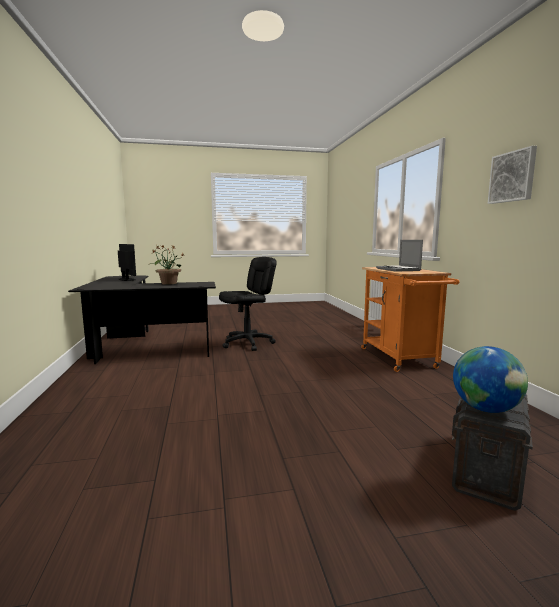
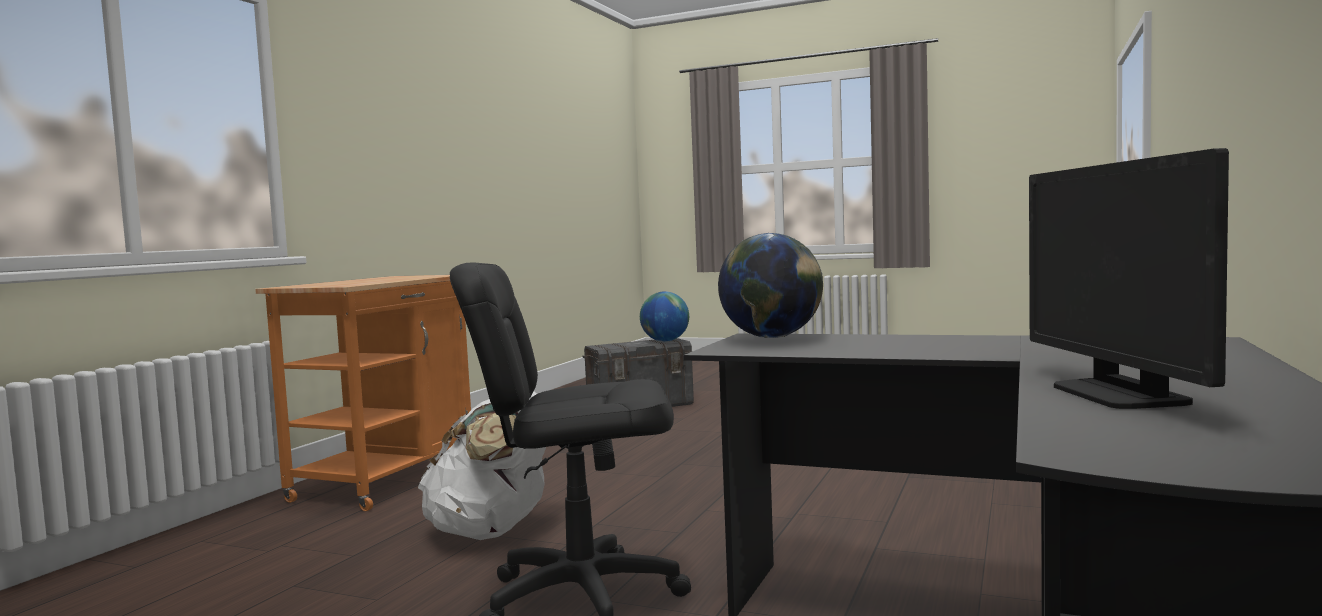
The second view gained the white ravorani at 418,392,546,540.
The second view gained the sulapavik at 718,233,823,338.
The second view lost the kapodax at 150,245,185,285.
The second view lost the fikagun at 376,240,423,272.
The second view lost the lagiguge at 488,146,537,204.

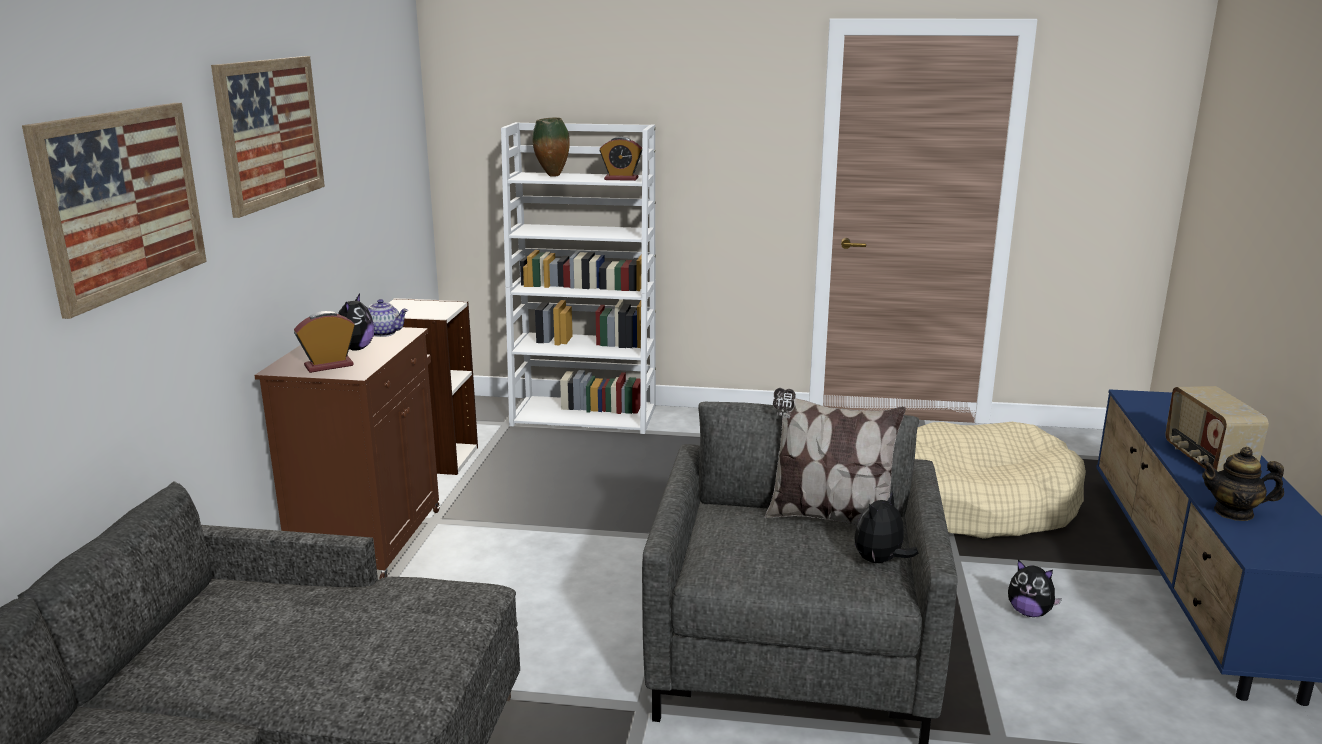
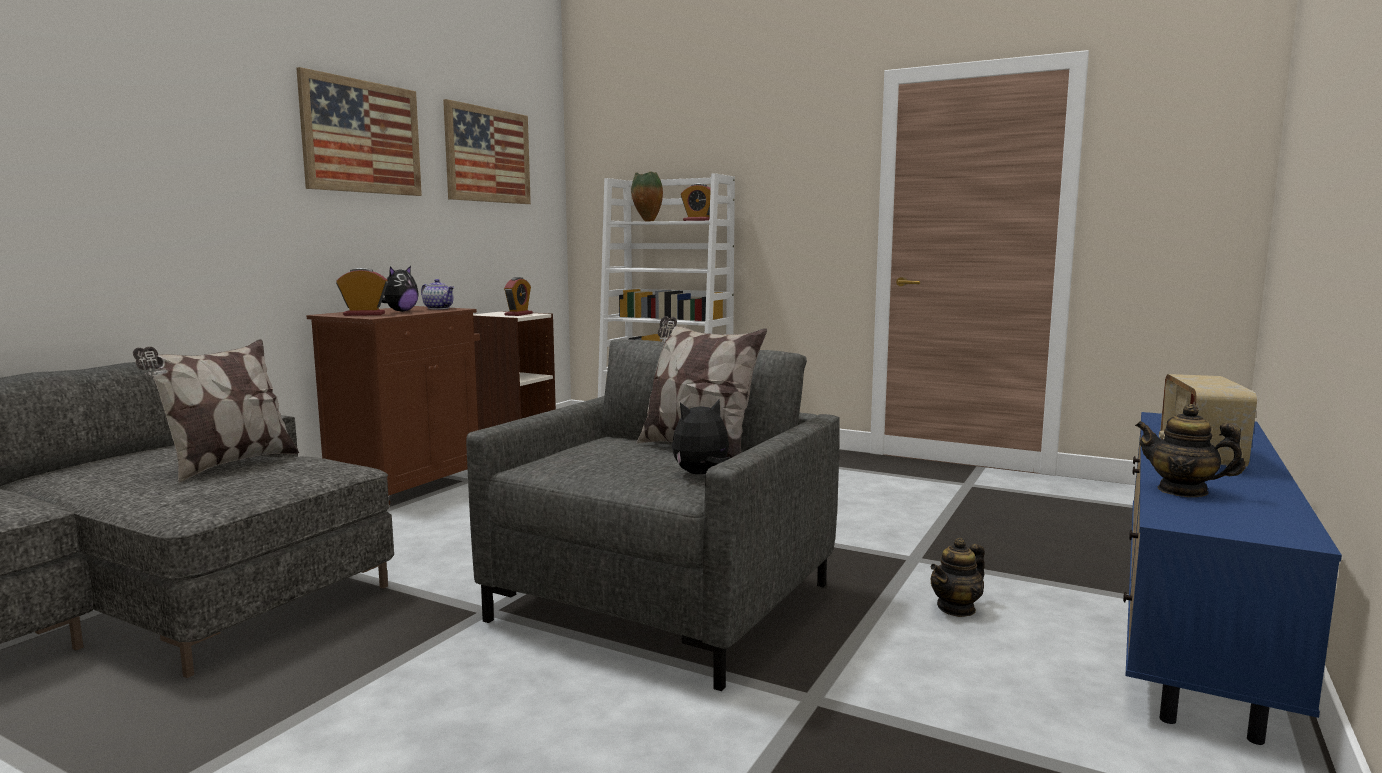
The second view gained the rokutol at 133,339,299,483.
The lagiguge ended up elsewhere, having gone from 22,103,207,319 to 443,99,531,204.
The second view gained the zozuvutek at 504,277,533,316.
Where the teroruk stood at 1008,560,1062,617, the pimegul came to stand at 930,537,985,617.
The second view lost the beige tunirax at 915,422,1086,539.

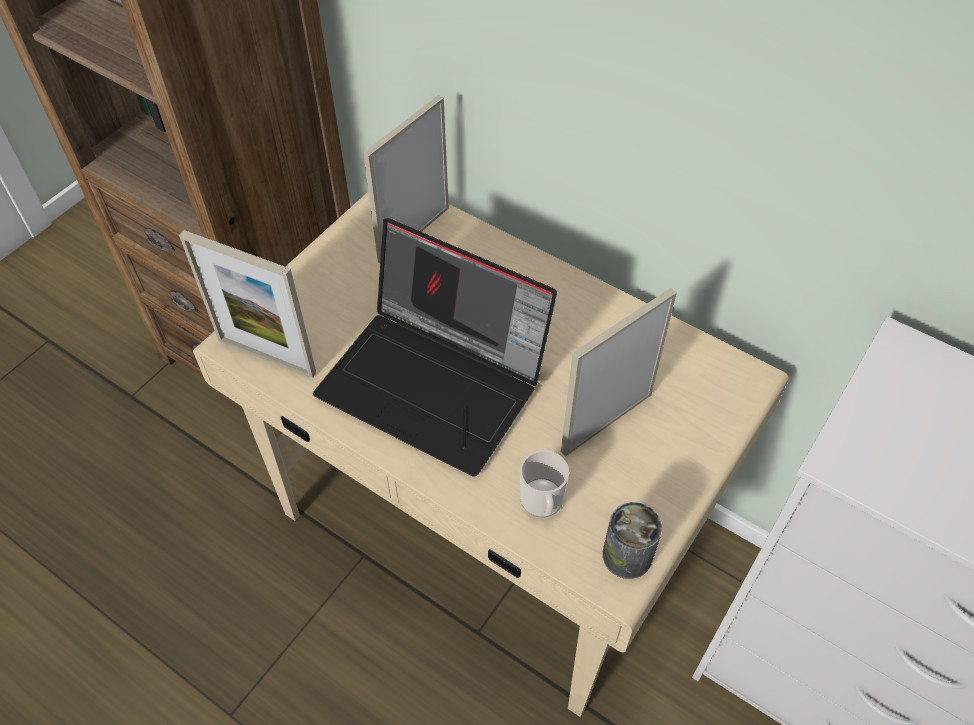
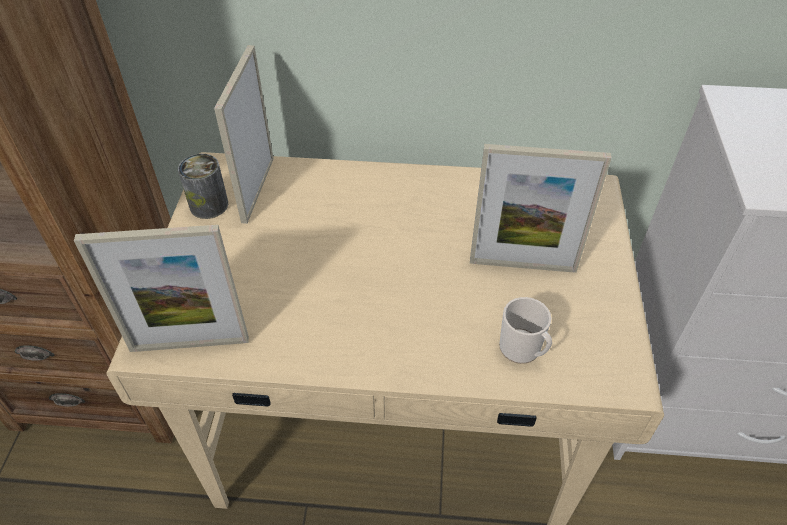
The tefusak ended up elsewhere, having gone from 603,502,662,579 to 178,154,228,219.
The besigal at 561,288,677,457 ended up facing another way, 105 degrees counterclockwise from before.
The second view lost the fikagun at 313,218,557,477.

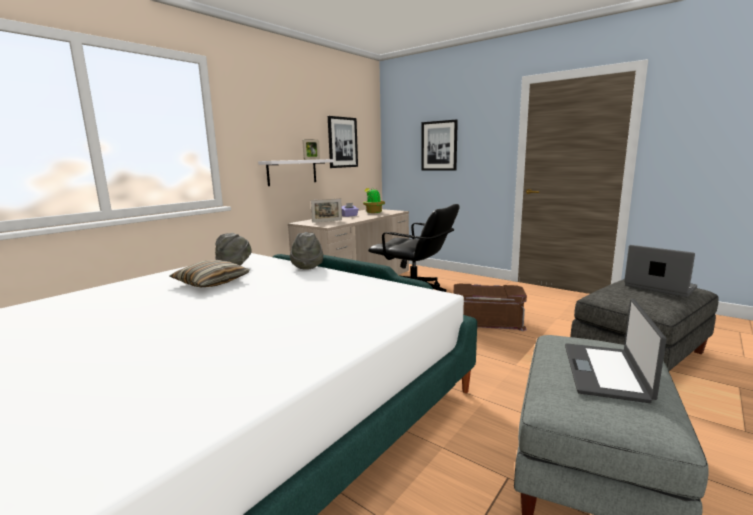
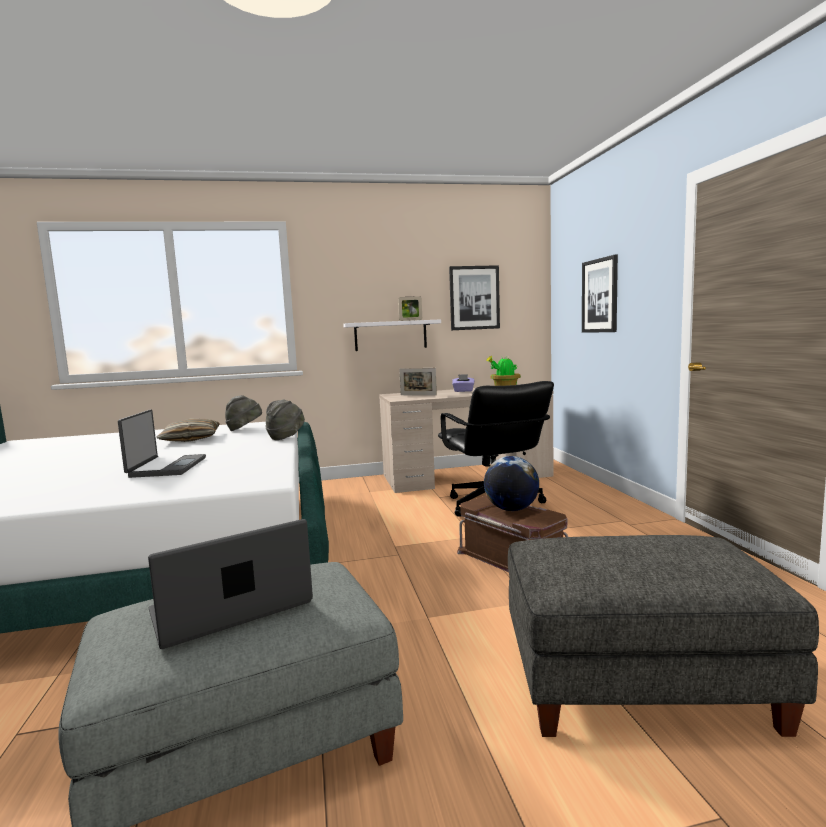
The fikagun ended up elsewhere, having gone from 624,245,697,297 to 118,410,206,478.
The second view gained the sulapavik at 484,456,539,511.

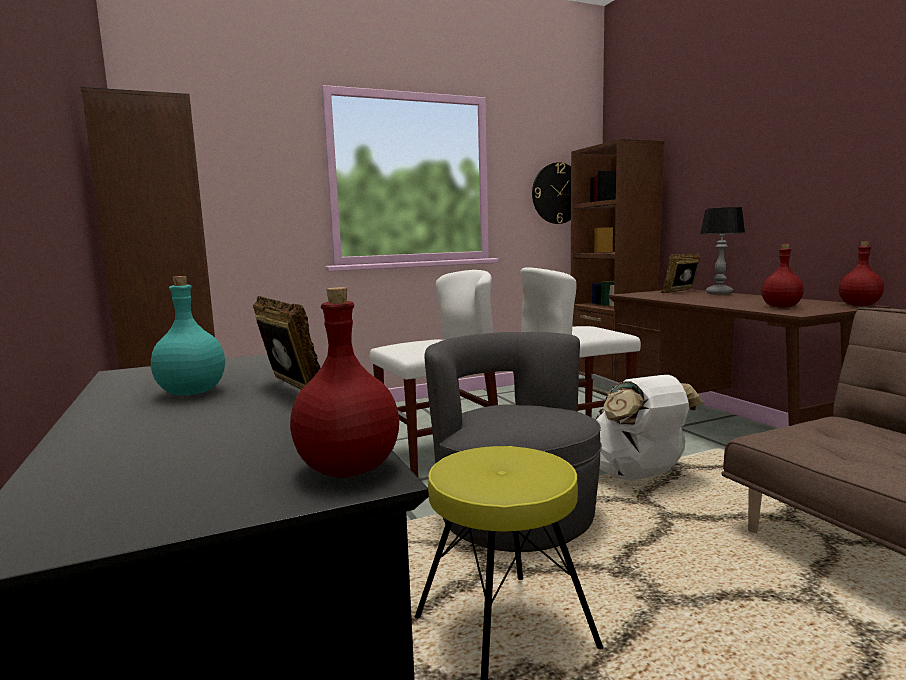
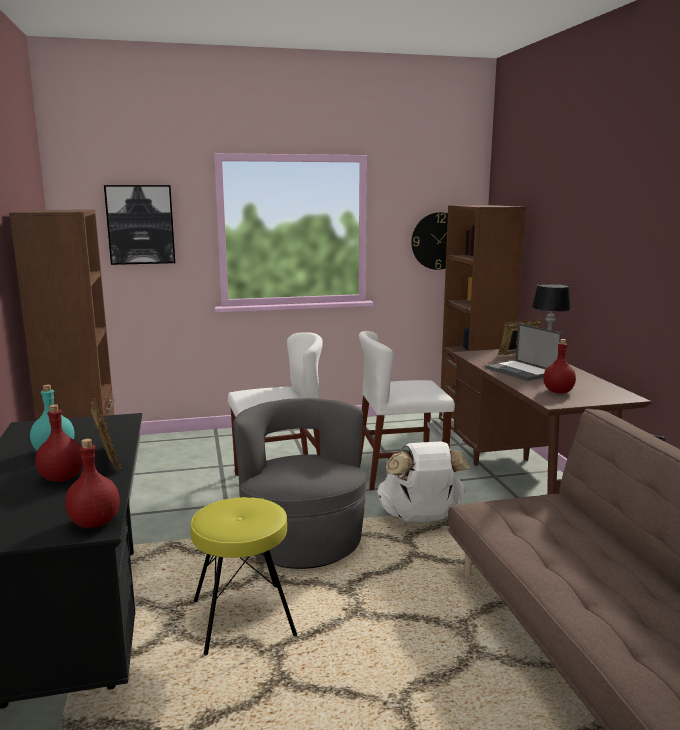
The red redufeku ended up elsewhere, having gone from 839,241,884,306 to 35,404,83,482.
The second view gained the lagiguge at 104,185,175,265.
The second view gained the fikagun at 485,323,562,381.

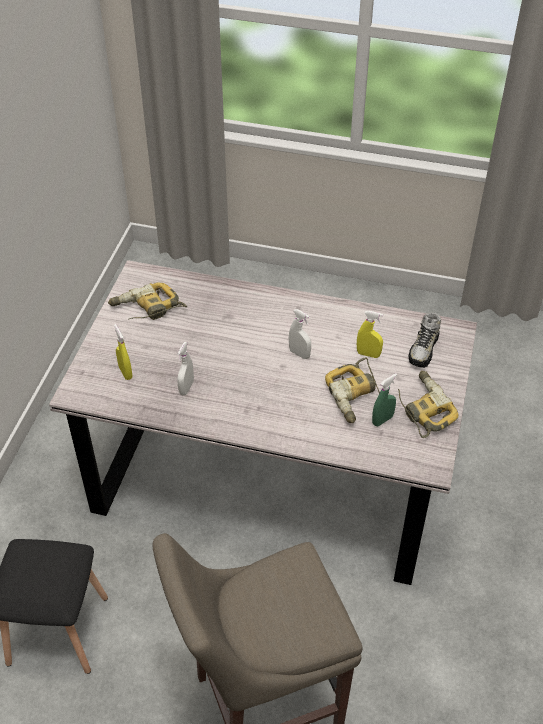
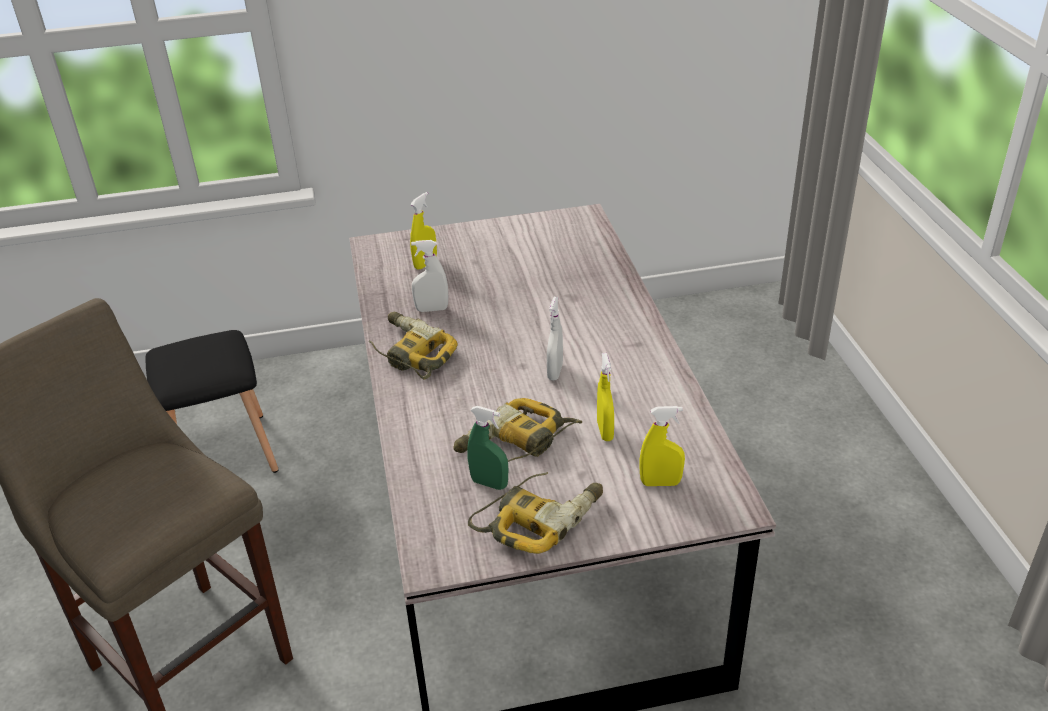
The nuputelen ended up elsewhere, having gone from 108,282,187,320 to 369,312,458,380.
Where the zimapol stood at 409,313,441,368, the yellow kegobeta came to stand at 639,406,685,486.

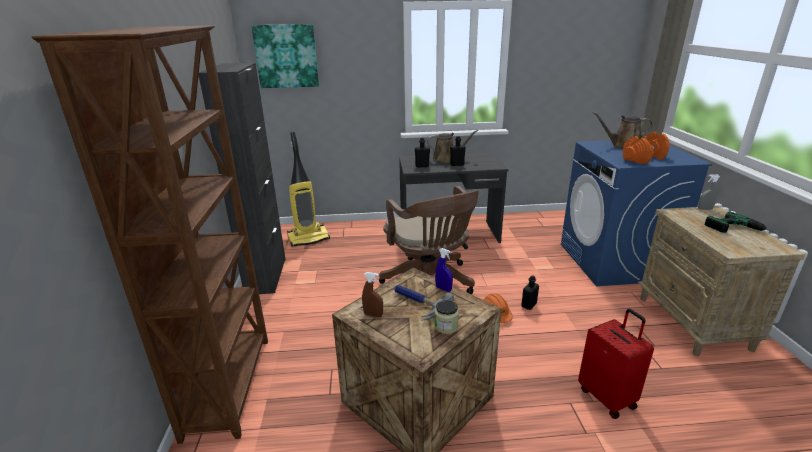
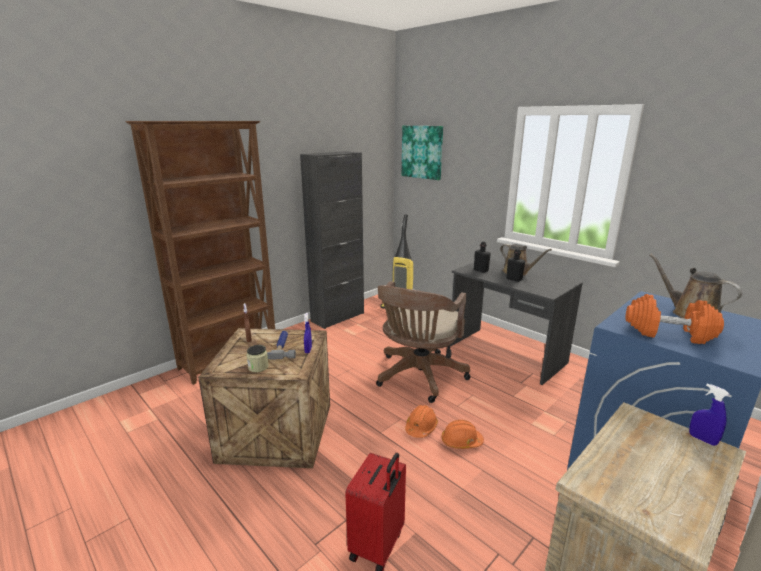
Where the black redufeku stood at 521,275,539,310, the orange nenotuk came to stand at 441,420,484,449.
What was the grey kegobeta at 698,175,720,210 turned into the blue kegobeta at 689,383,729,446.
The second view lost the nuputelen at 704,211,775,233.

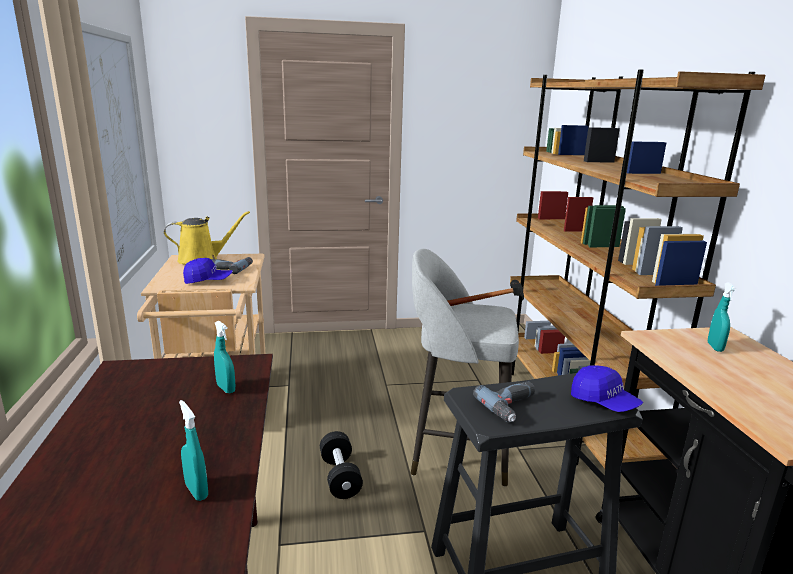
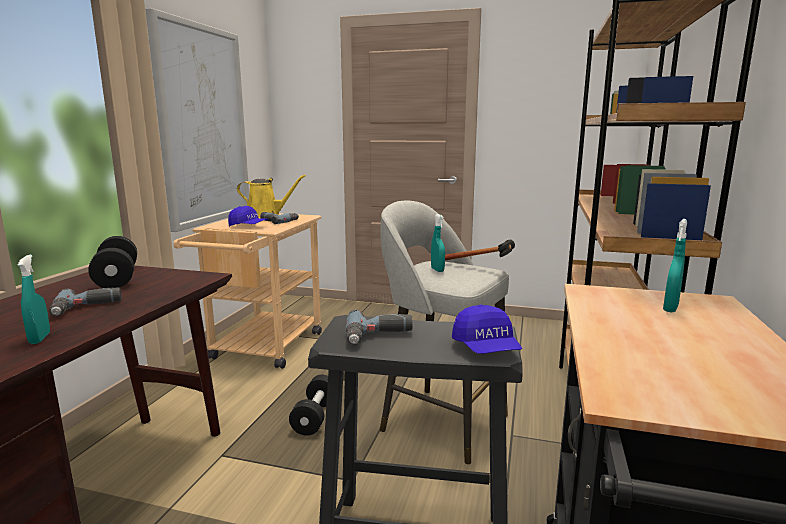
The second view gained the nuputelen at 49,288,122,316.
The second view gained the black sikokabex at 88,236,137,288.
The turquoise kegobeta ended up elsewhere, having gone from 214,321,235,393 to 431,214,445,272.

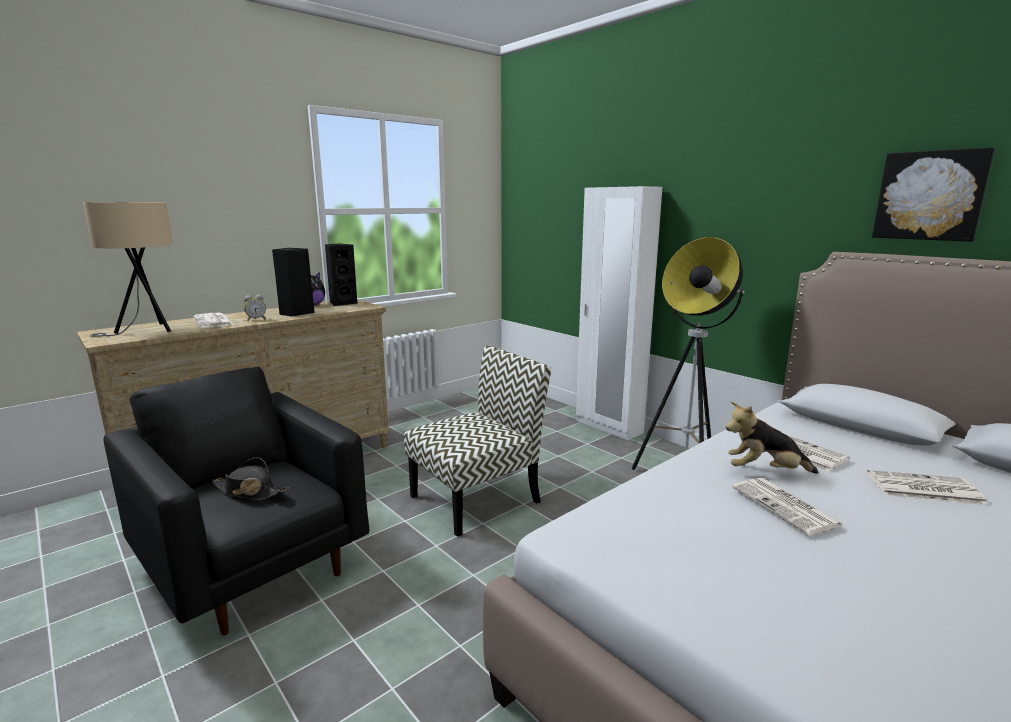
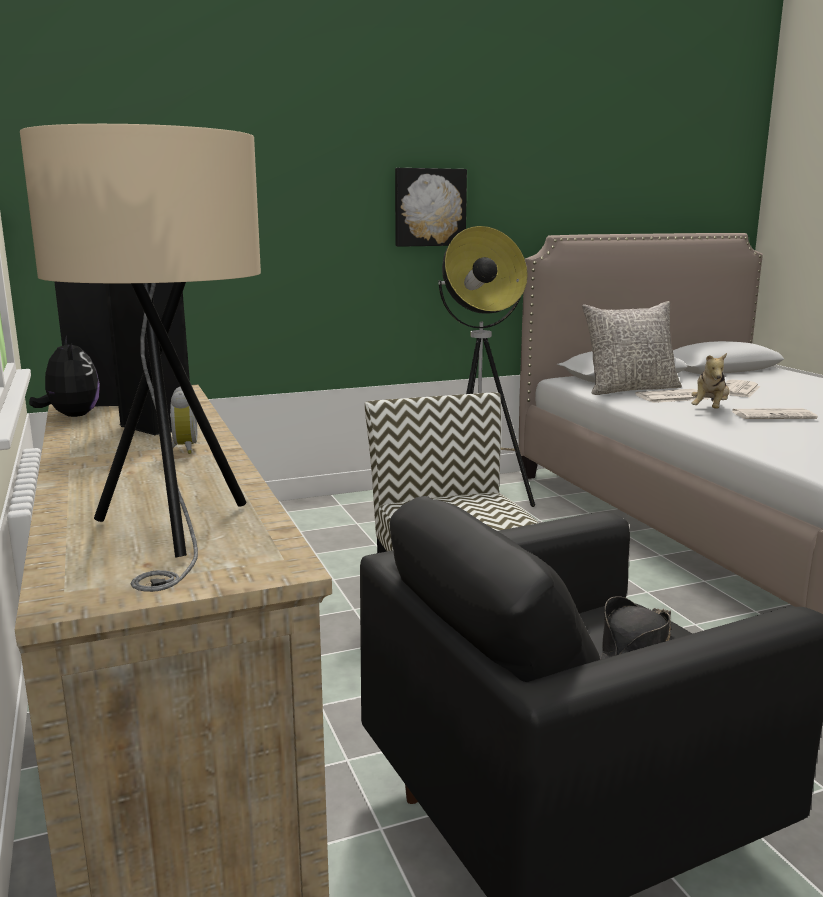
The lagiguge ended up elsewhere, having gone from 872,148,995,242 to 395,168,467,247.
The second view gained the grey rokutol at 582,301,682,395.
The second view lost the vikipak at 194,313,233,328.
The second view lost the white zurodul at 576,186,662,441.

